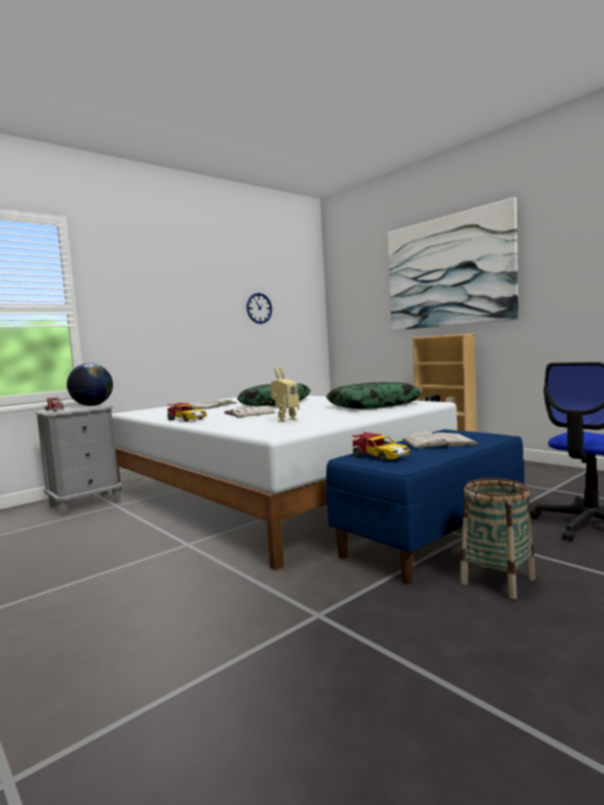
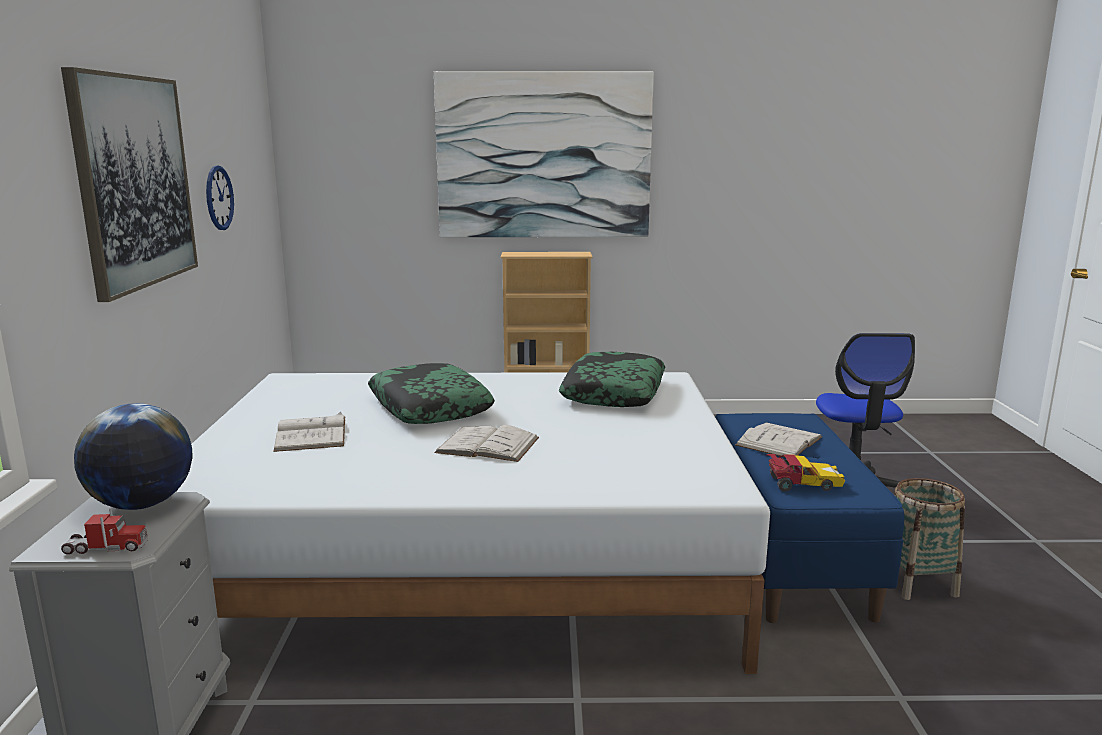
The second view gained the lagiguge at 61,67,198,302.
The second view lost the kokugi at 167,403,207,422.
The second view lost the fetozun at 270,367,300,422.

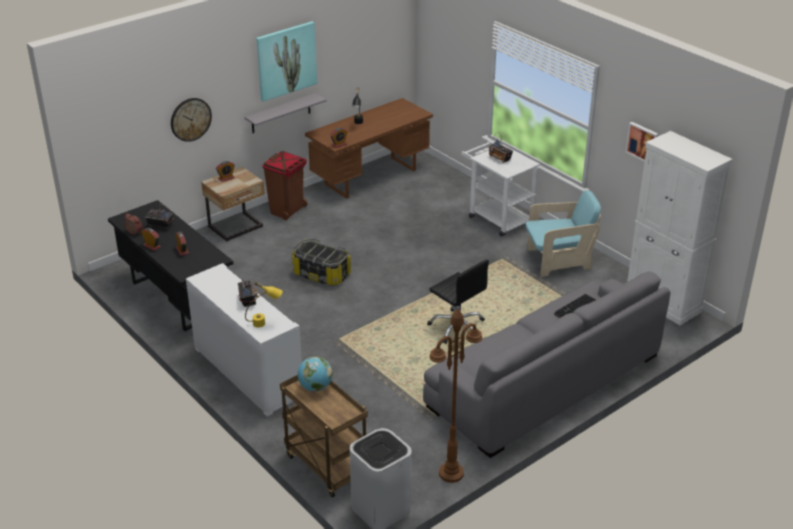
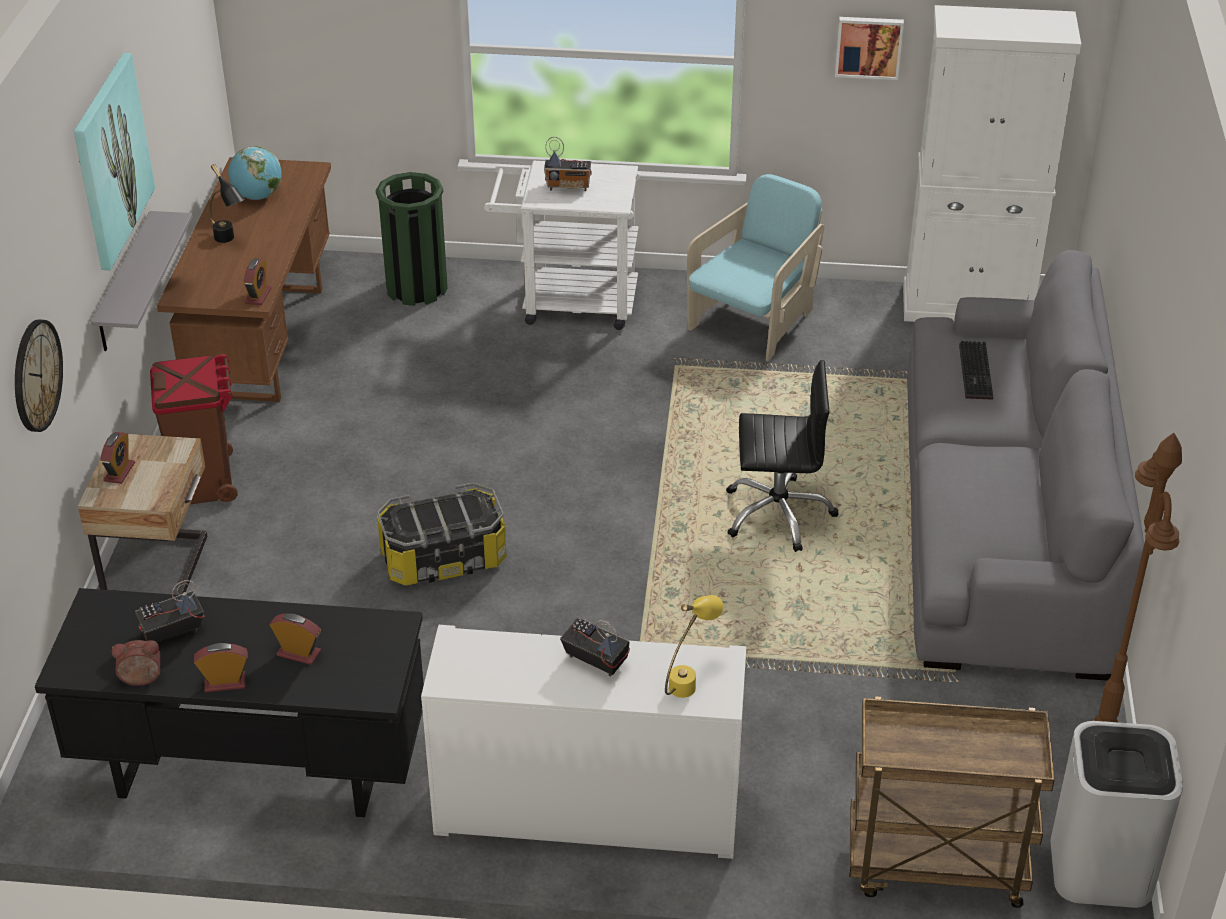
The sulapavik ended up elsewhere, having gone from 298,356,332,392 to 228,146,282,200.
The second view gained the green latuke at 376,172,448,306.

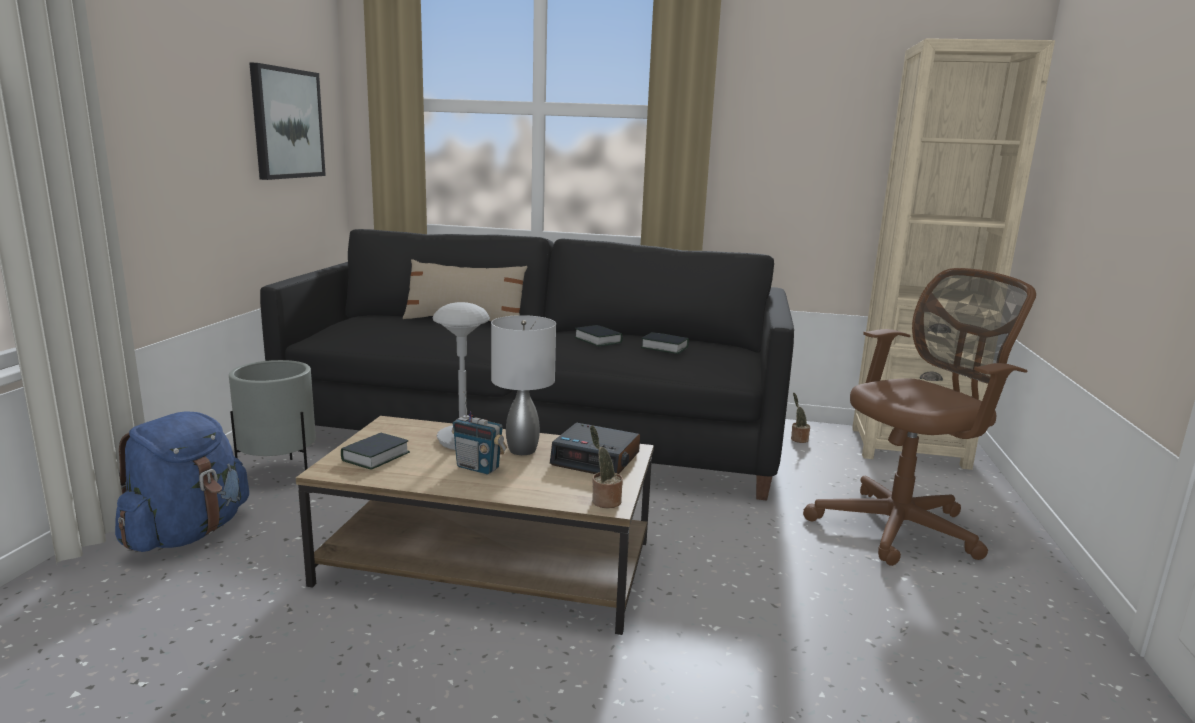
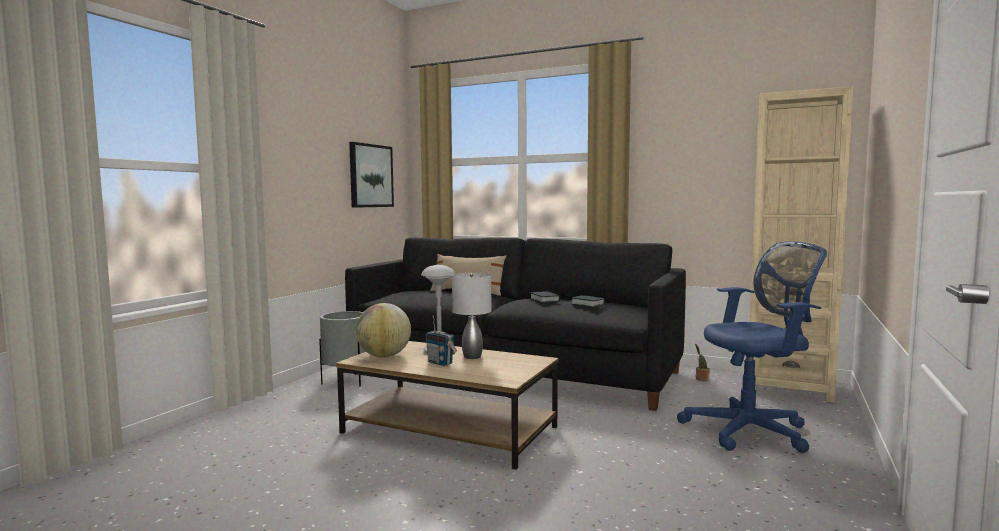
Where the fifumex stood at 341,433,410,470, the sulapavik came to stand at 356,303,411,358.
What was the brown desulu at 803,268,1036,566 turned into the blue desulu at 677,241,827,453.
The second view lost the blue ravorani at 115,411,249,552.
The second view lost the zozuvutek at 550,423,640,474.
The second view lost the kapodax at 590,426,623,508.

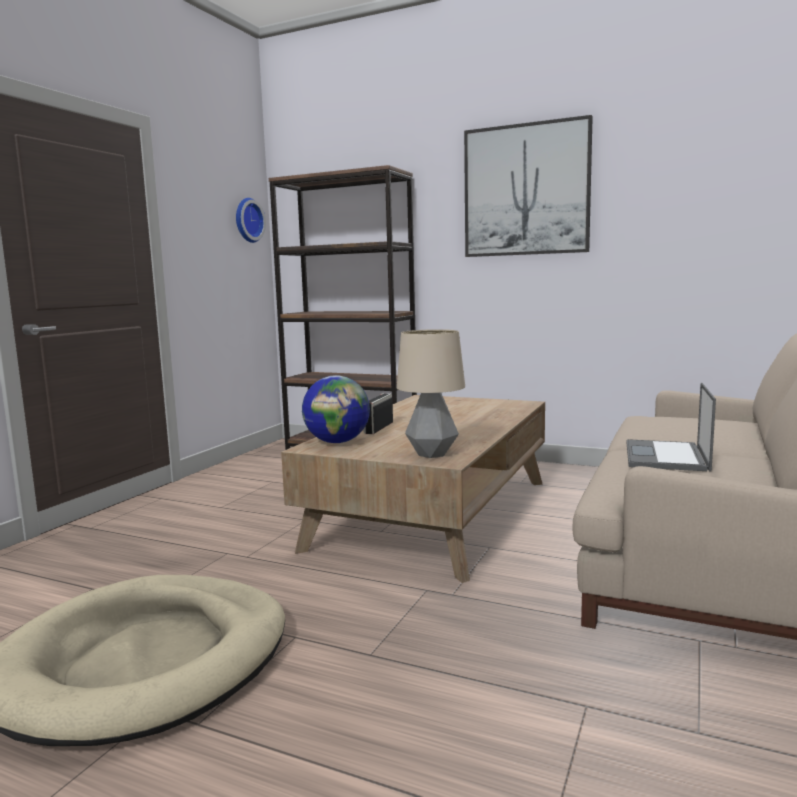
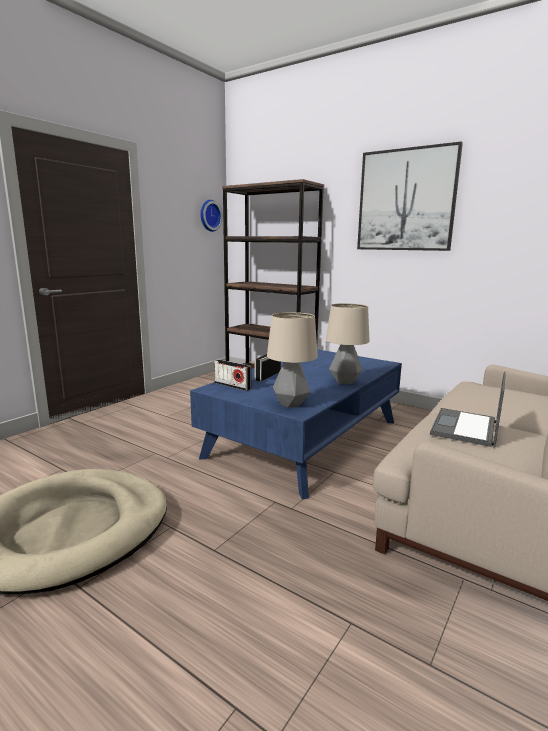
What was the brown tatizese at 281,395,545,583 turned into the blue tatizese at 190,349,402,500.
Where the sulapavik stood at 302,375,370,443, the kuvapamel came to stand at 214,359,251,391.
The second view gained the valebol at 326,303,370,385.

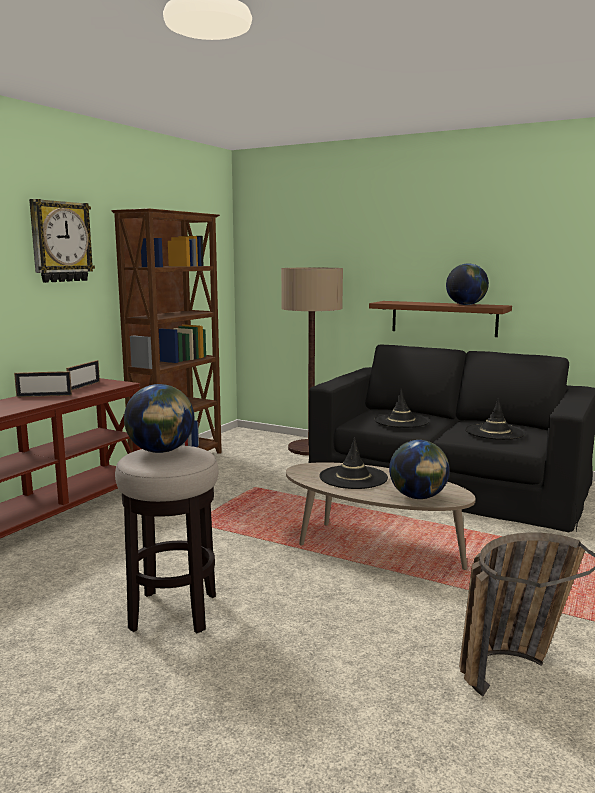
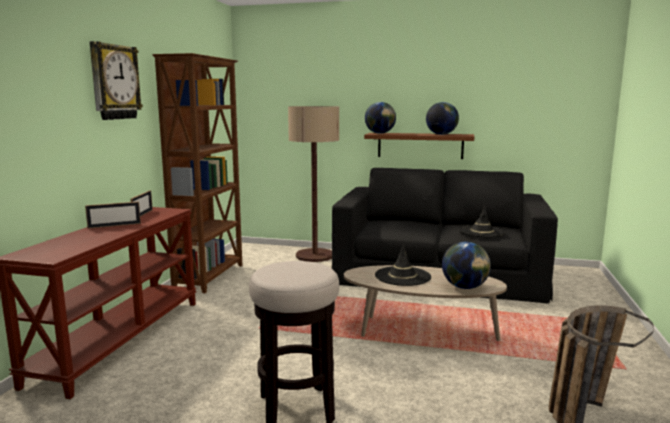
The sulapavik ended up elsewhere, having gone from 124,384,194,453 to 365,102,396,134.
The second view lost the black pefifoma at 374,388,429,428.

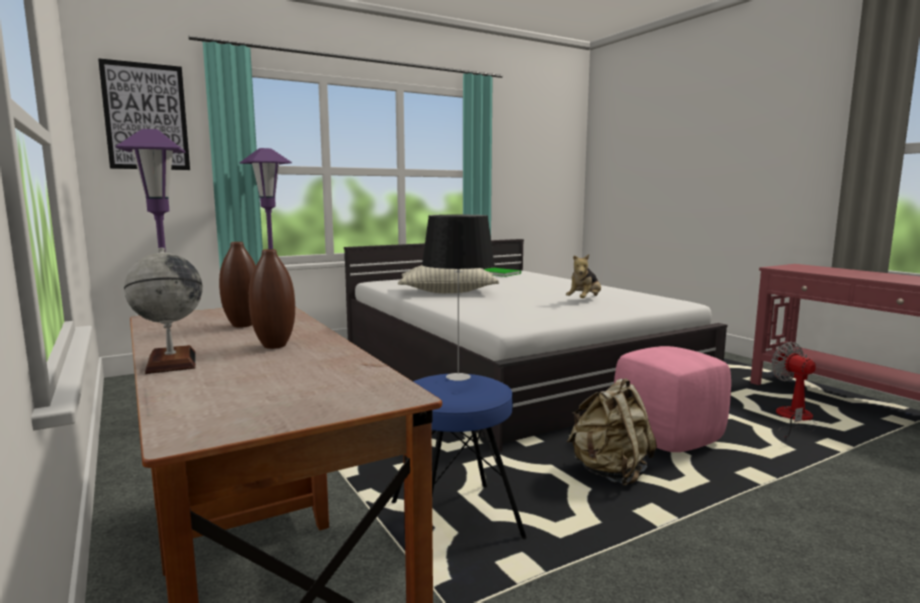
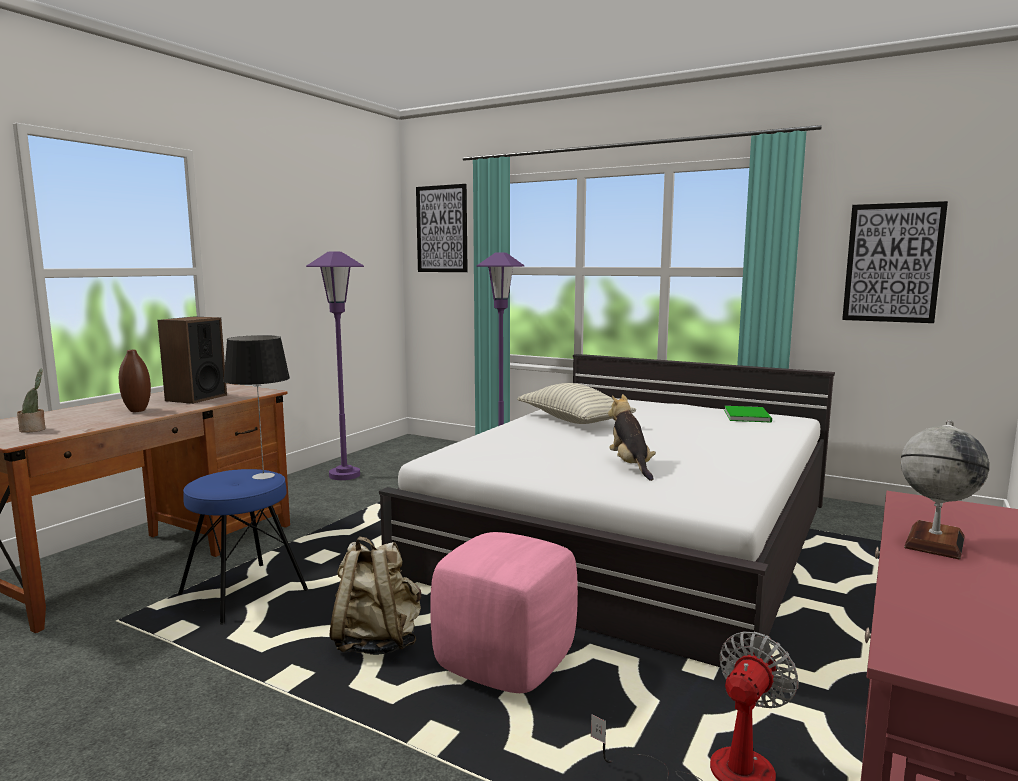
The second view gained the kapodax at 17,368,46,433.
Where the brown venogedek stood at 219,242,256,328, the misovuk came to stand at 157,317,227,404.
The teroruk at 566,254,601,298 ended up facing another way, 75 degrees clockwise from before.
The second view gained the lagiguge at 842,201,948,323.
The sulapavik ended up elsewhere, having gone from 124,248,203,374 to 901,420,989,560.

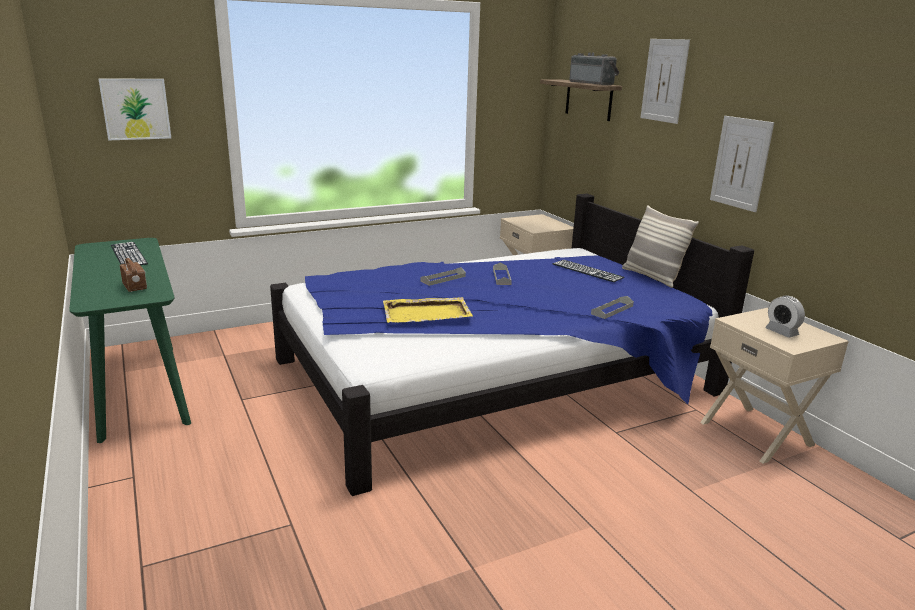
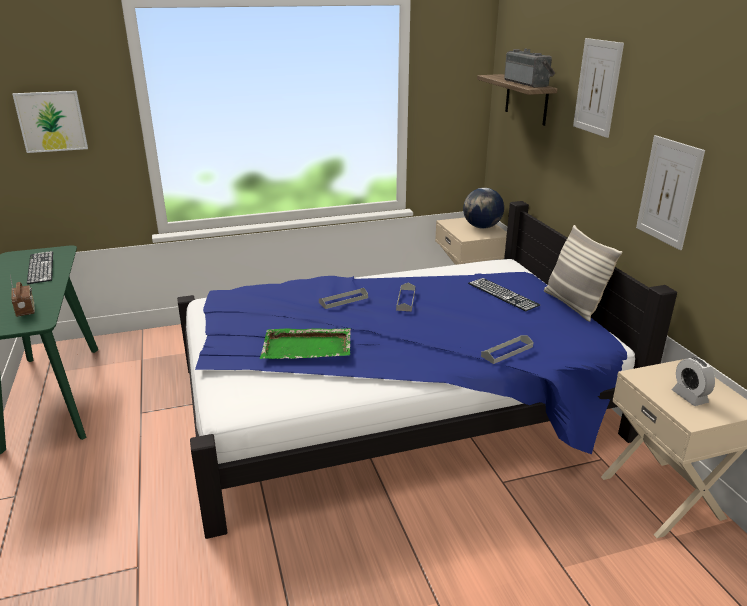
What was the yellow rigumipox at 383,297,473,323 turned into the green rigumipox at 260,328,351,359.
The second view gained the sulapavik at 463,188,504,229.

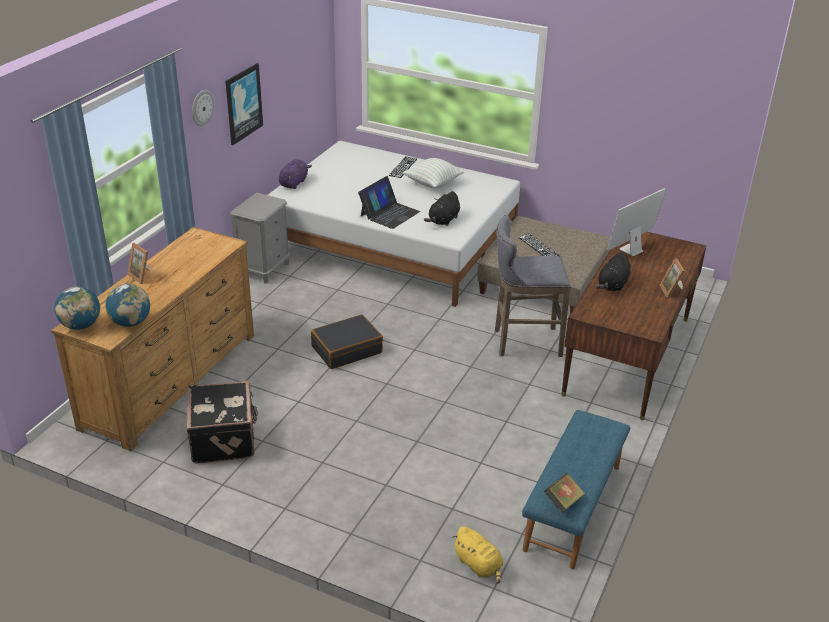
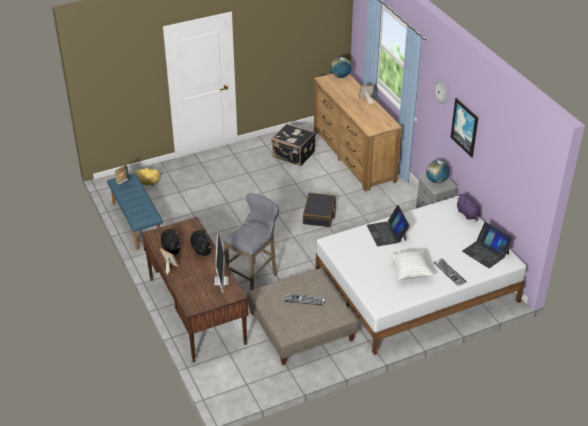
The black teroruk ended up elsewhere, having gone from 424,191,460,226 to 161,228,180,255.
The sulapavik ended up elsewhere, having gone from 105,284,150,327 to 426,160,449,183.
The second view gained the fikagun at 462,222,513,268.

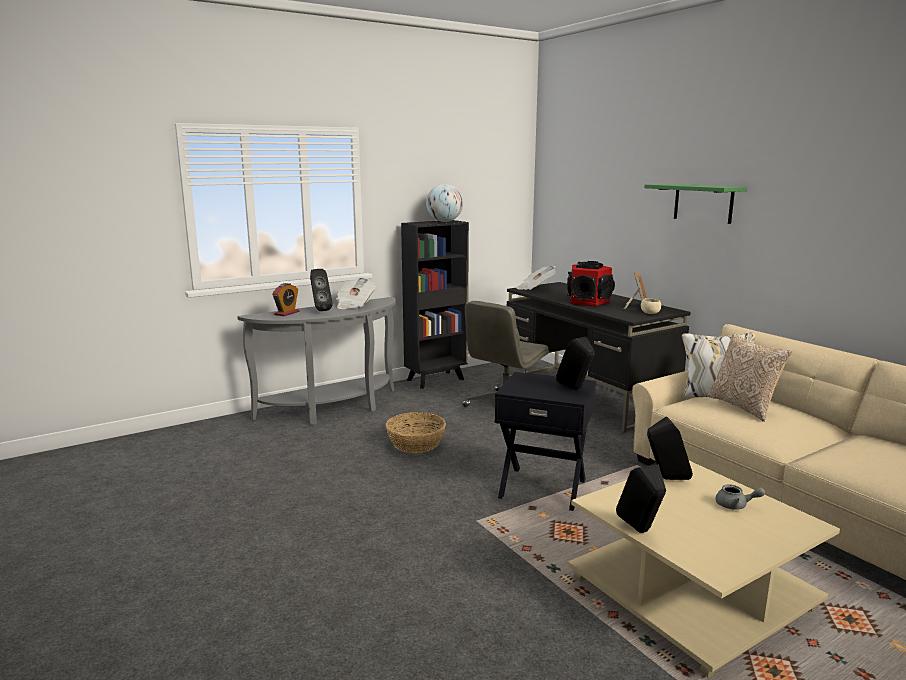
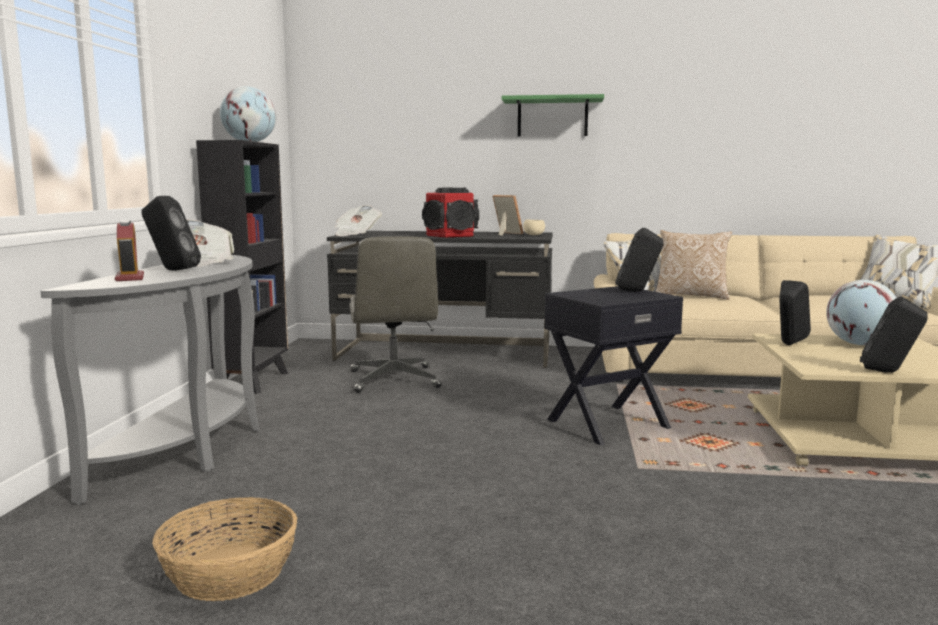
The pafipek ended up elsewhere, having gone from 386,412,446,453 to 152,497,297,601.
Where the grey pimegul stood at 716,484,765,510, the sulapavik came to stand at 826,280,896,345.

